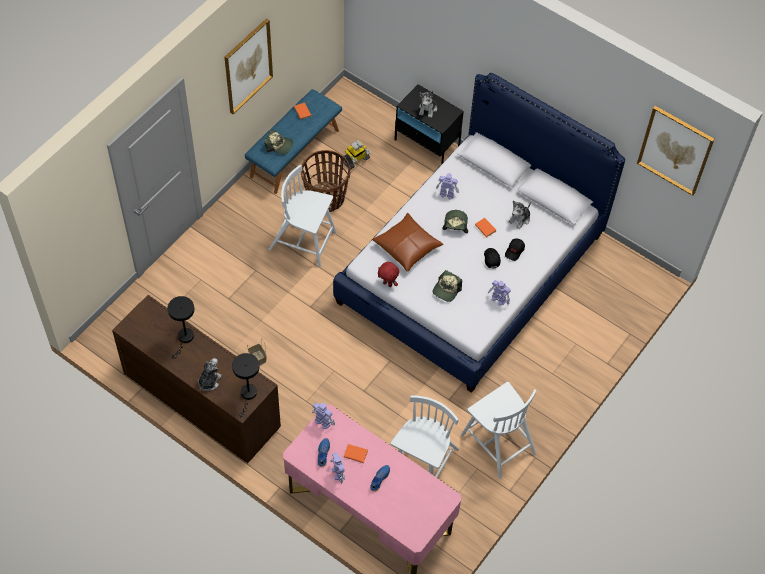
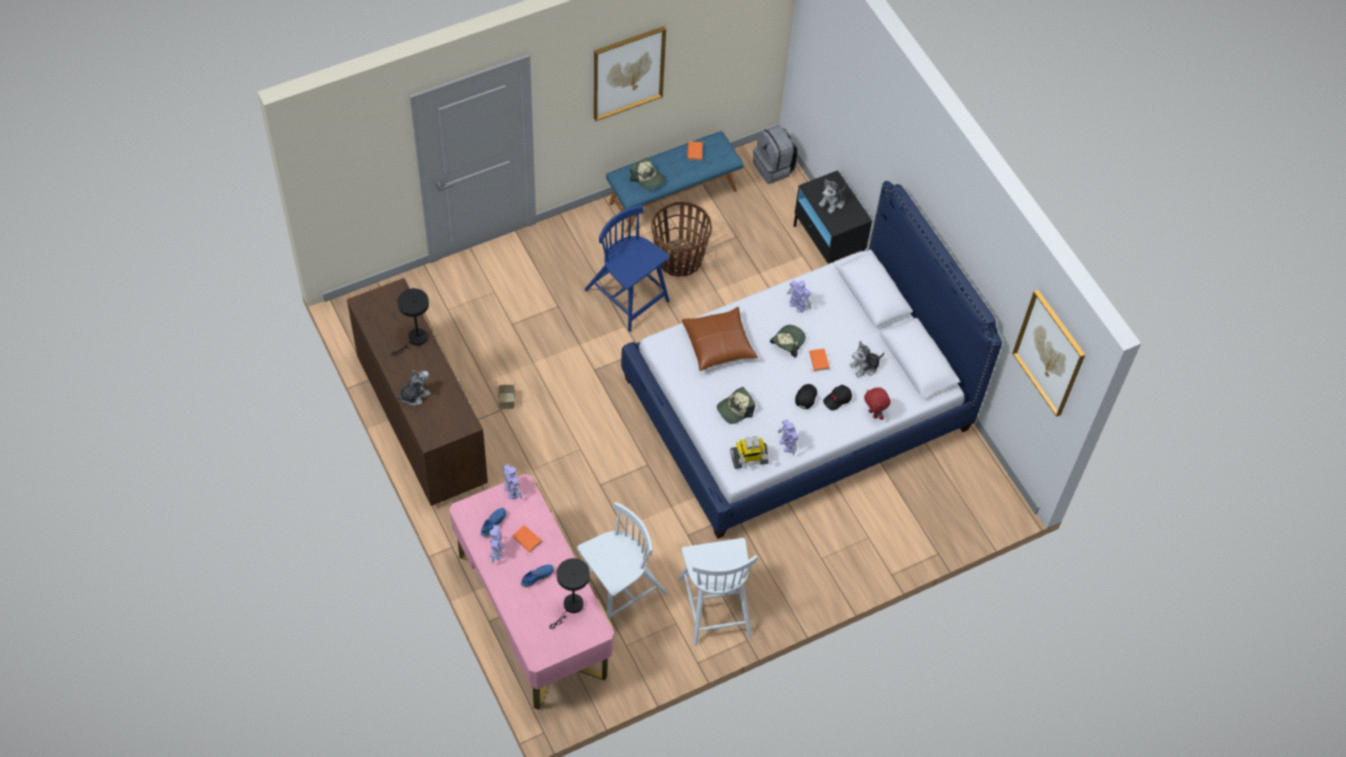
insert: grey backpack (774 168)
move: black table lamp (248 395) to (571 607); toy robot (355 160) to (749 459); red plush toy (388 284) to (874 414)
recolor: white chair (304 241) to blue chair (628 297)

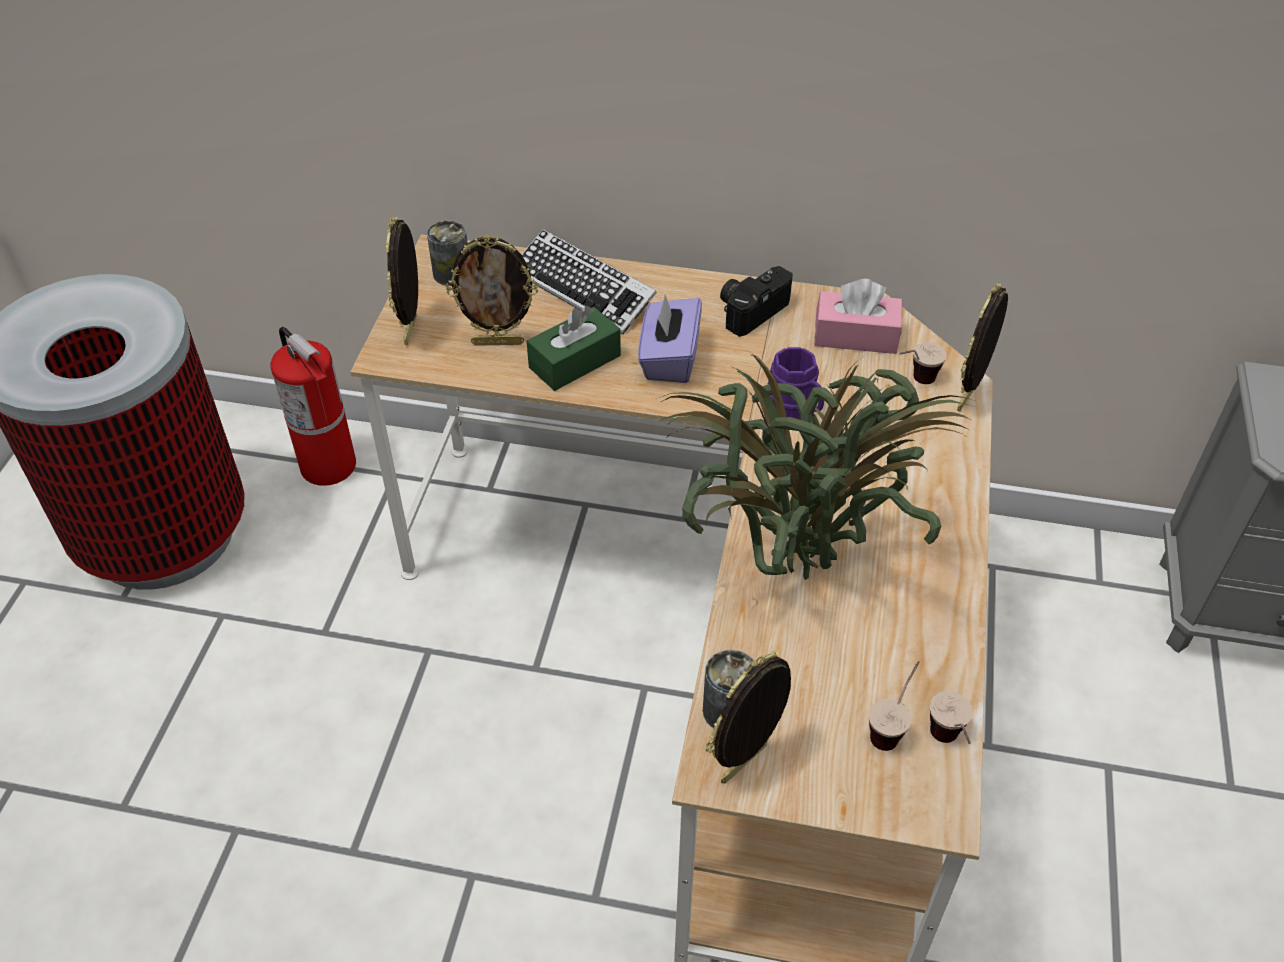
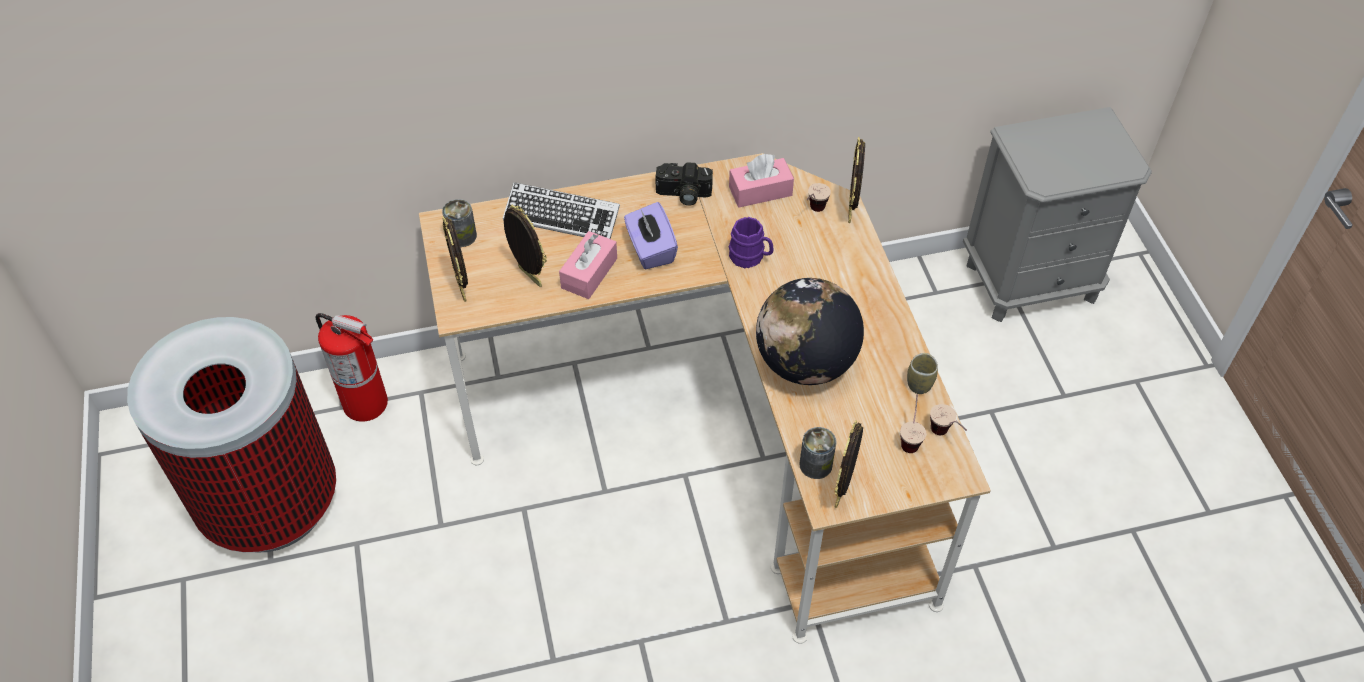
insert: cup (919 384)
replace: potted plant (792 567) to globe (805 363)
recolor: green tissue box (575 361) to pink tissue box (589 273)
rotate: picture frame (498 342) = (528 277) 105 degrees counterclockwise; photo camera (751 309) = (683 194) 105 degrees counterclockwise

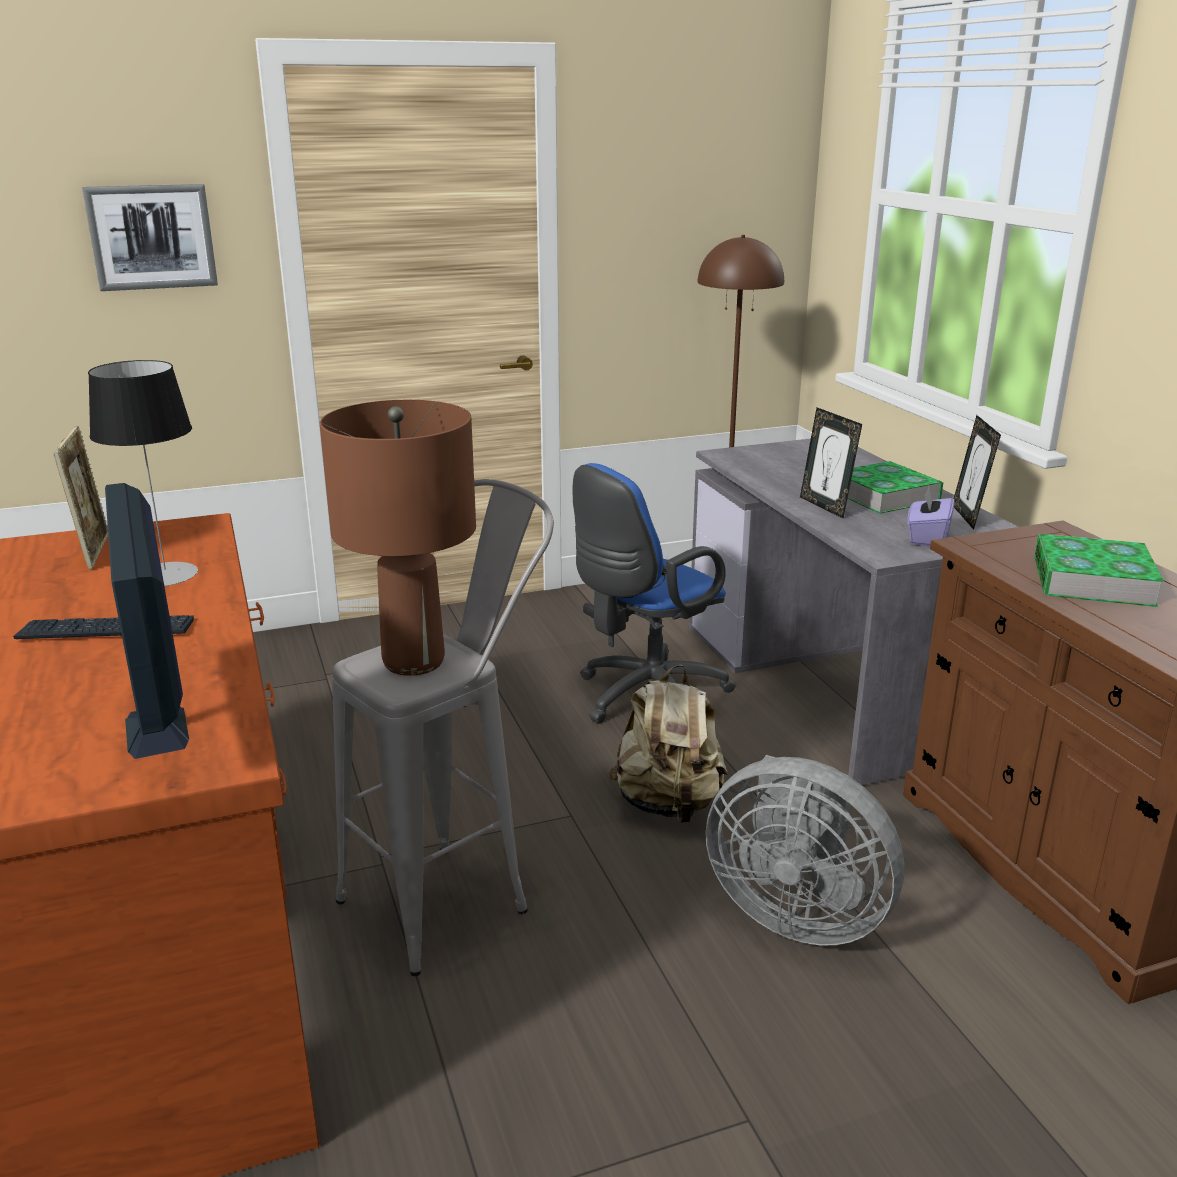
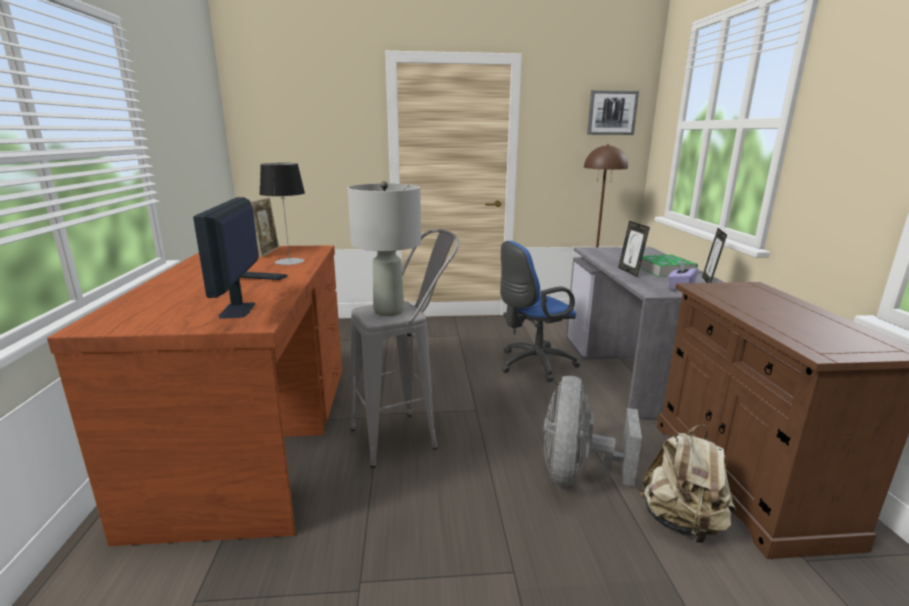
delete: book (1092 581)
move: picture (152 237) to (612 113); beige backpack (668 804) to (681 522)
recolor: brown table lamp (413 661) to grey table lamp (388 311)
rotate: grey fan (796 913) = (576 474) 60 degrees clockwise

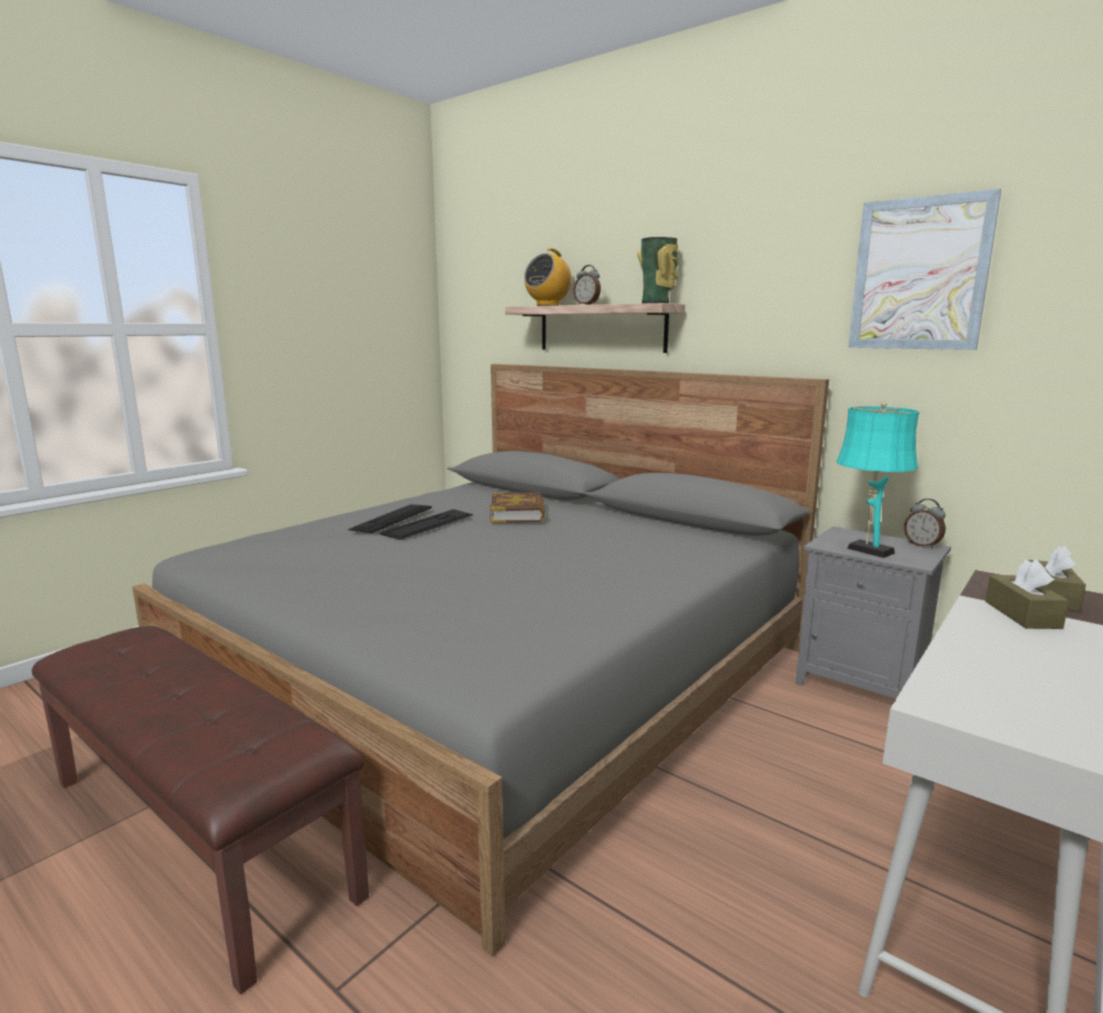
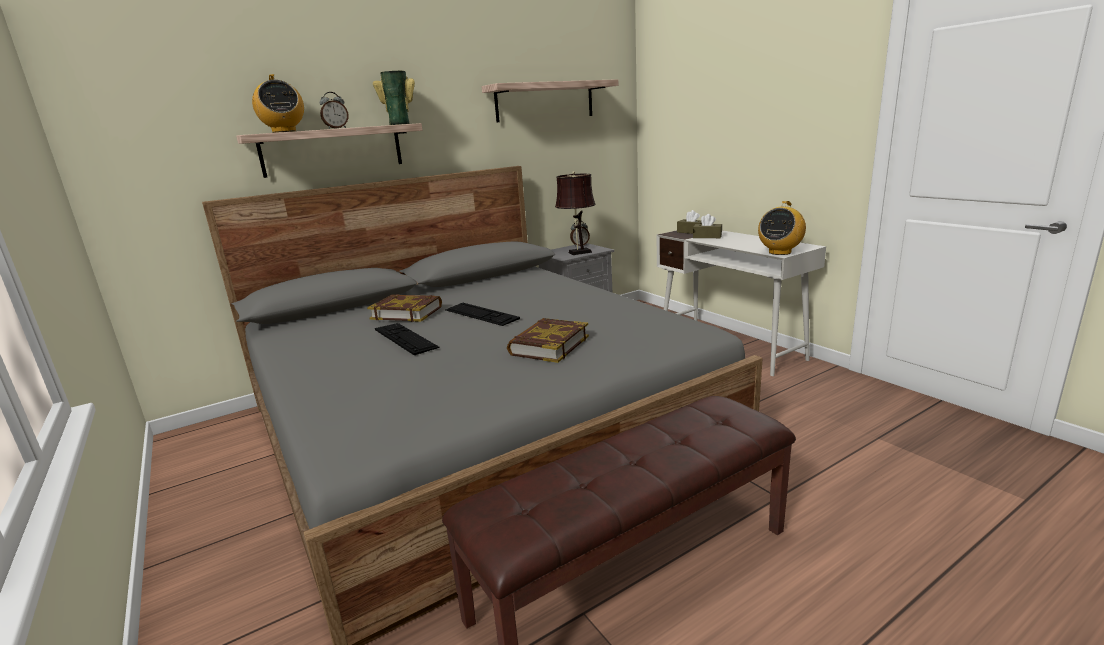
insert: book (548 345); radio (780 252)
move: keyboard (392 518) to (481 314)
replace: picture (919 274) to shelf (545 101)
recolor: turquoise table lamp (866 549) to brown table lamp (577 253)

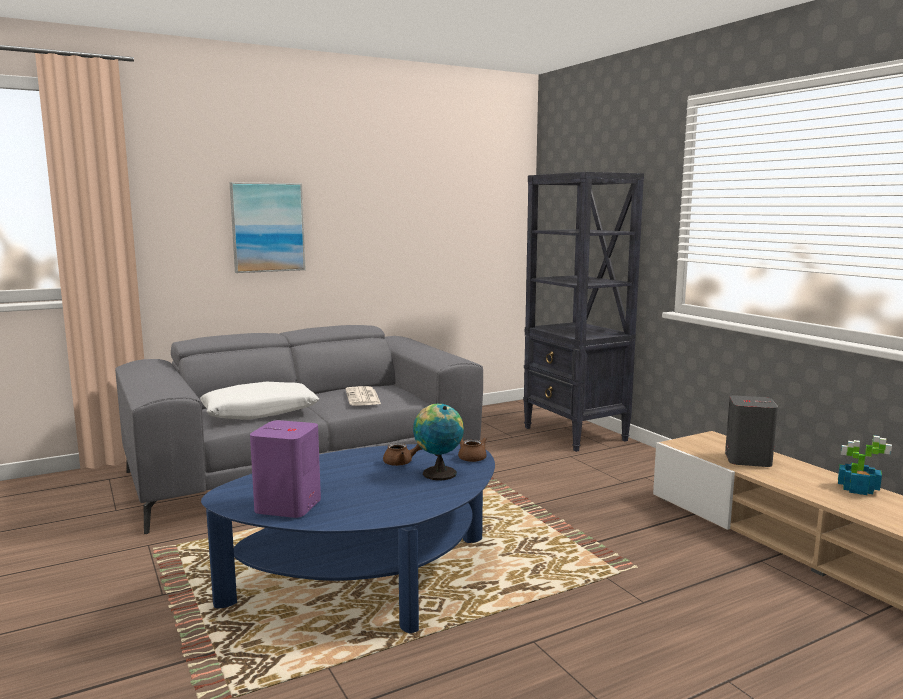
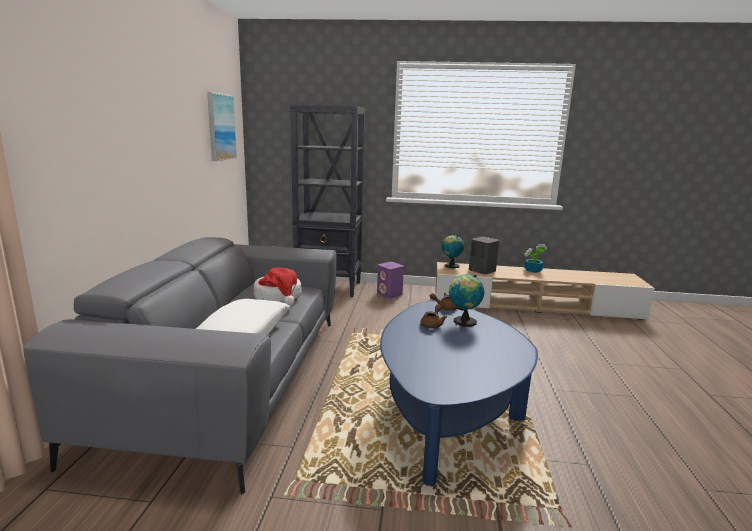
insert: globe (451 265)
move: picture (267 227) to (221 127); purple speaker (287 506) to (389 294)
replace: newspaper (363 397) to hat (279 297)

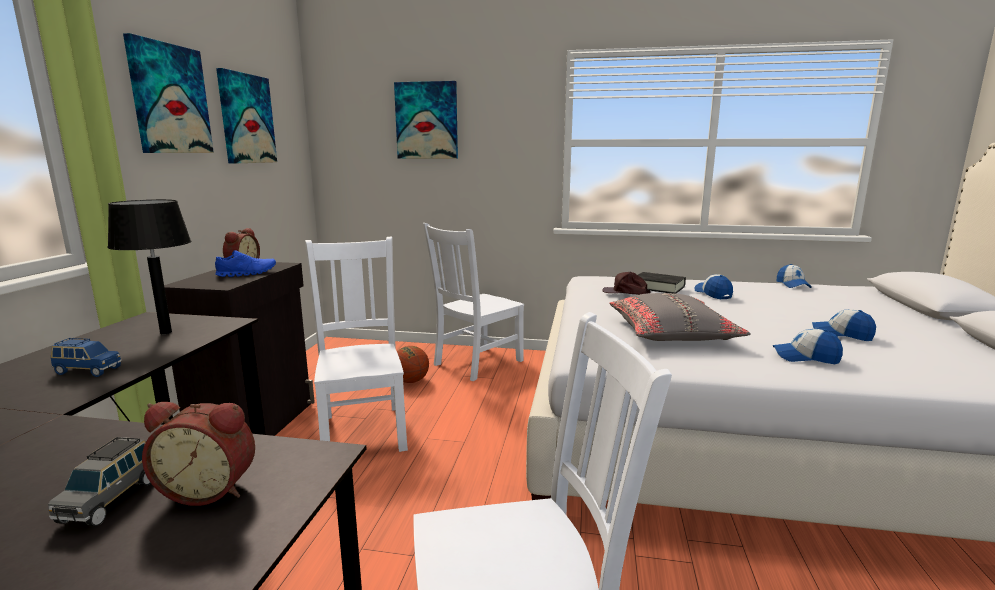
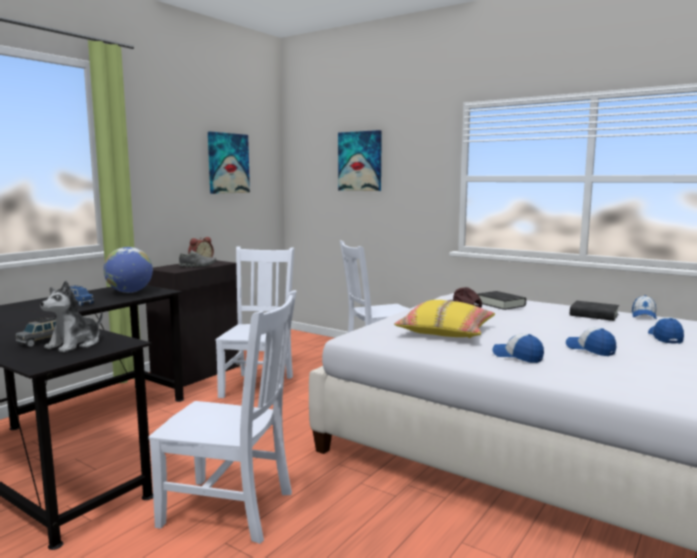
delete: picture (169 99); basketball (411 381)
insert: black book (594 315)
move: cap (713 294) to (665 337)
replace: black table lamp (165 332) to globe (130 292); alarm clock (210 489) to plush toy (75 344)
recolor: blue shoe (247 273) to grey shoe (198 266); grey pillow (672 333) to yellow pillow (446 332)

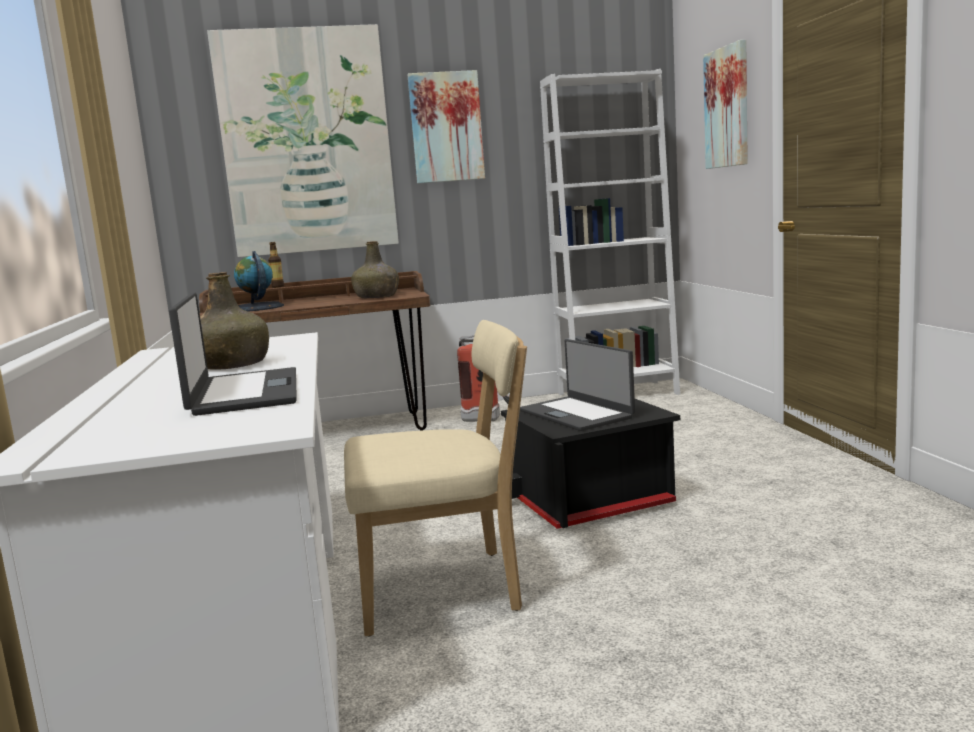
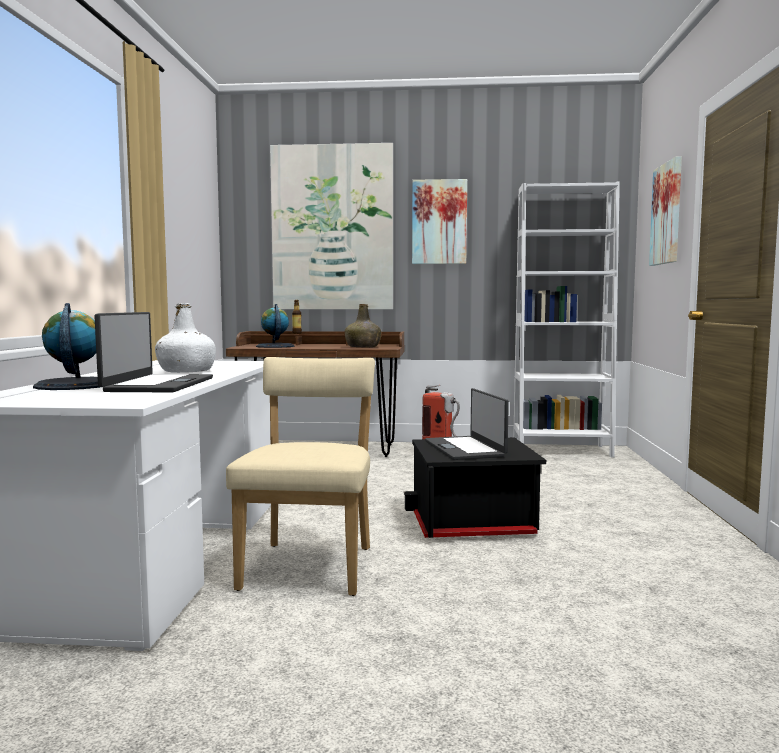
insert: globe (74 385)
recolor: green bottle (232 365) to white bottle (187 371)
rotate: beige chair (446 589) = (310 565) 90 degrees counterclockwise

